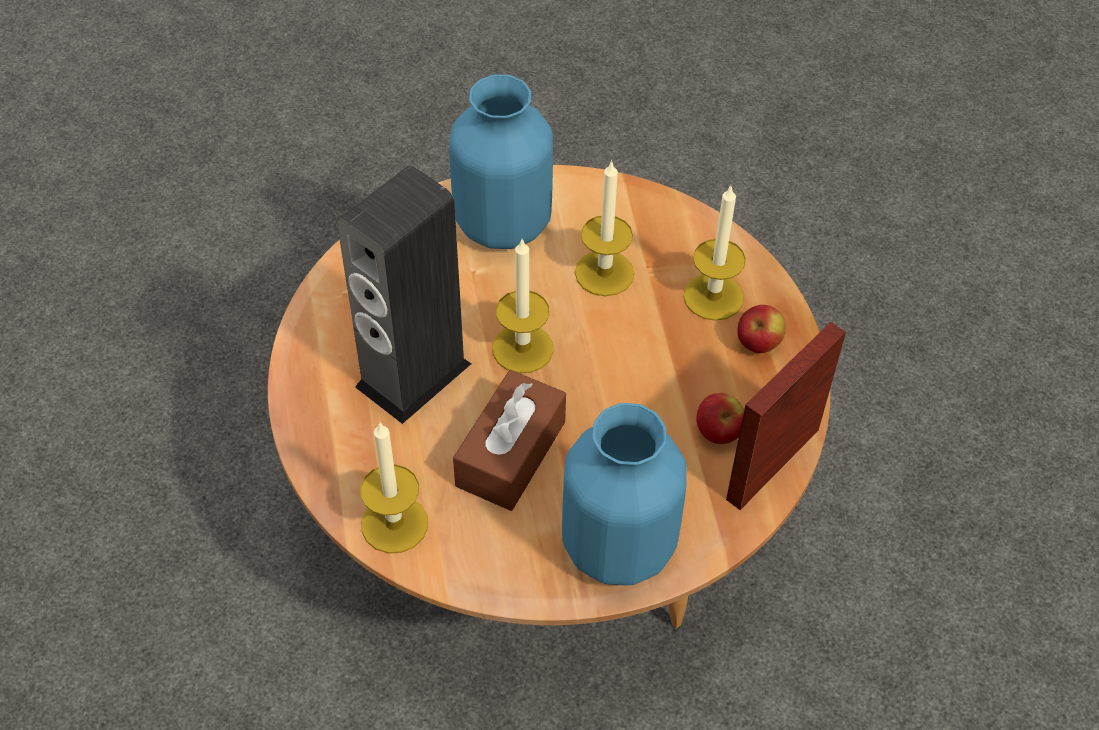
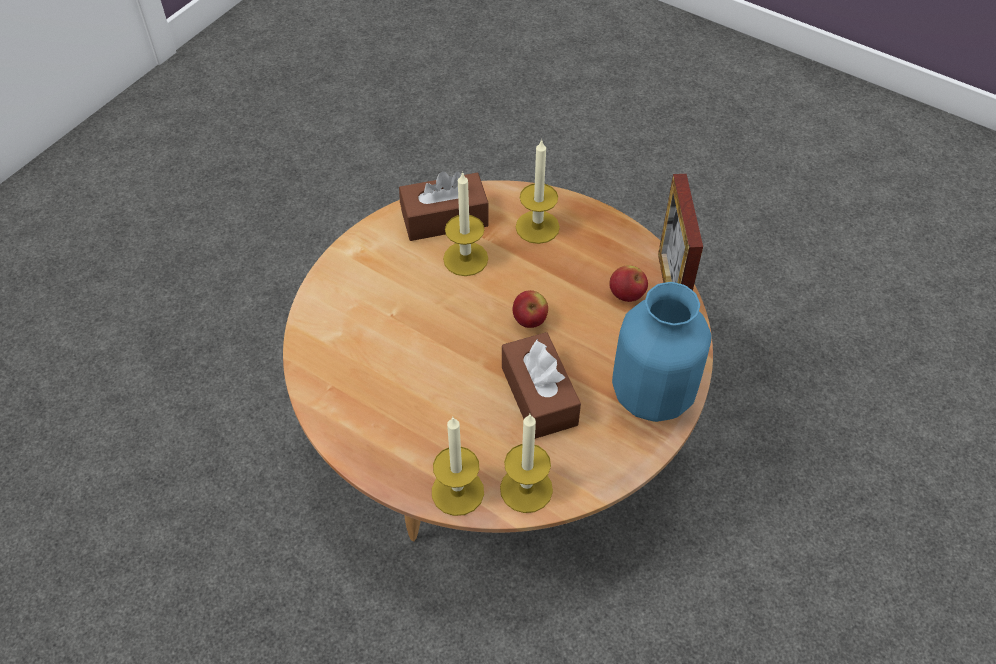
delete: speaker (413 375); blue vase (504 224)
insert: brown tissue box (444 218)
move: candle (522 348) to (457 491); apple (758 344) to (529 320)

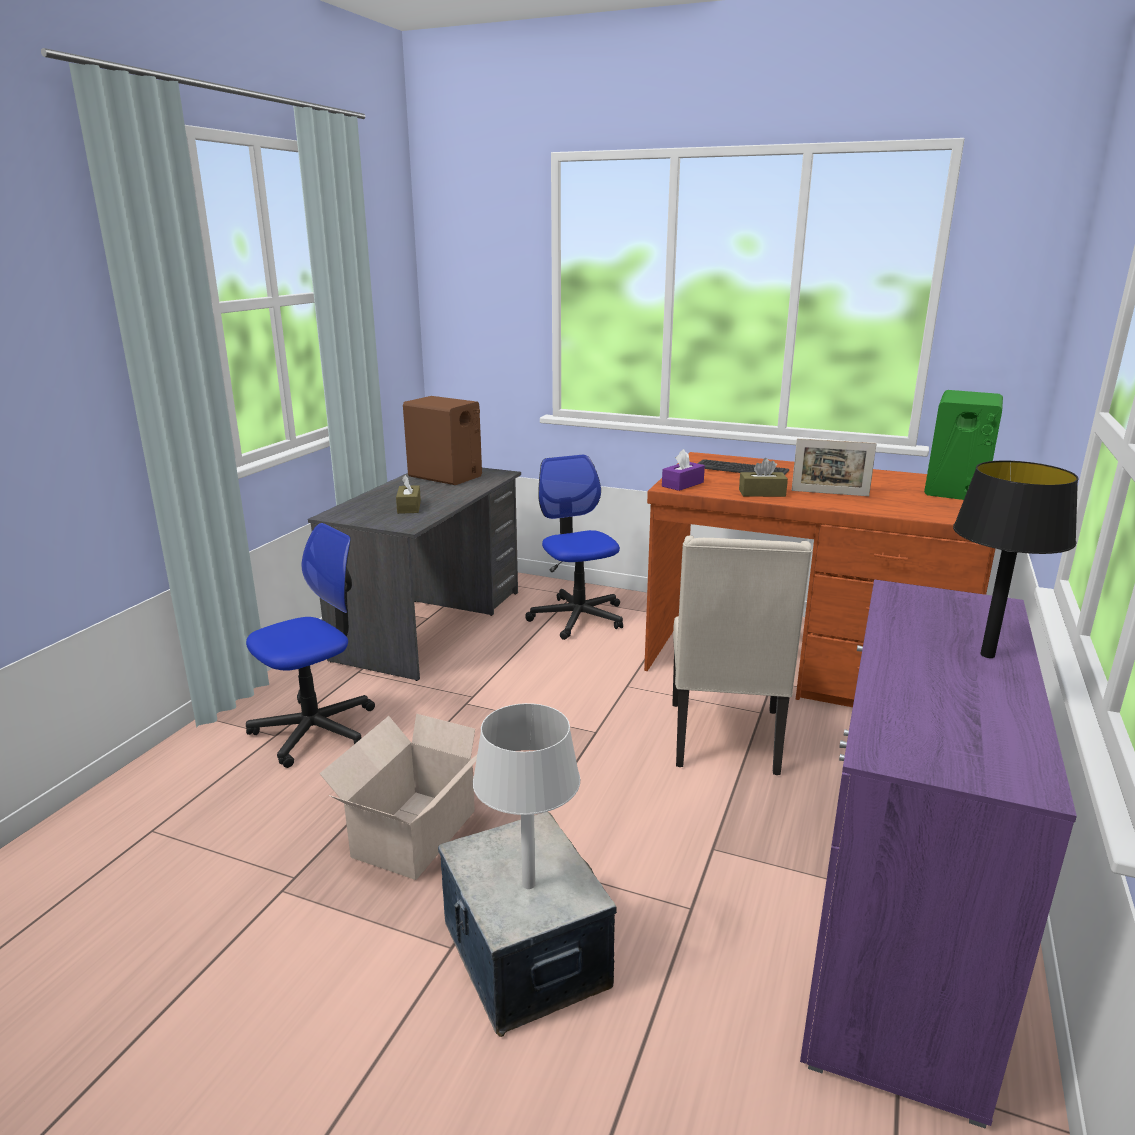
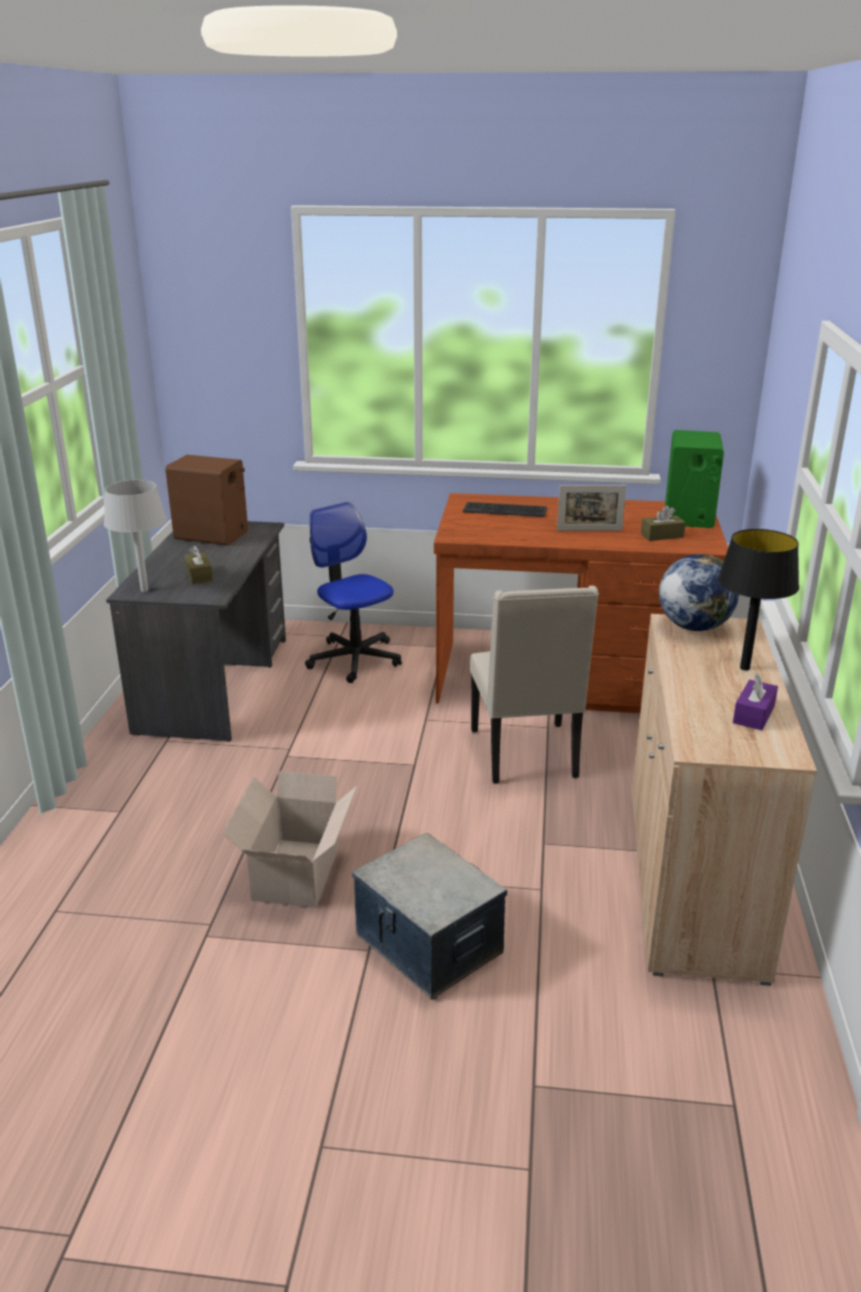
delete: office chair (316 730)
insert: globe (693 627)
move: grey table lamp (529 884) to (144 590); purple tissue box (682 484) to (753 714); brown tissue box (762 493) to (662 536)
recolor: purple cabinet (897 934) to beige cabinet (692 880)

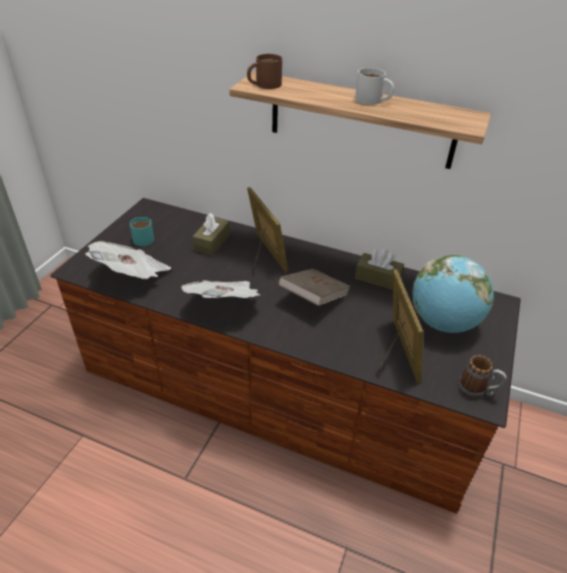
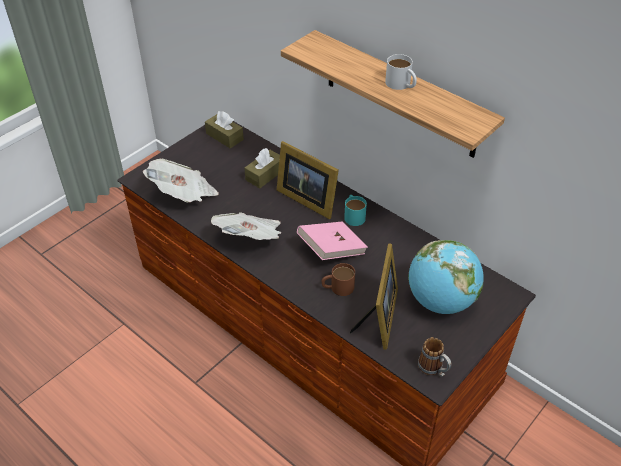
move: turquoise mug (142 237) to (353 215); brown mug (264 85) to (337 287); brown tissue box (378 278) to (224 136)
recolor: brown book (313 298) to pink book (331 250)
rotate: picture frame (264 255) = (307 198) 135 degrees clockwise

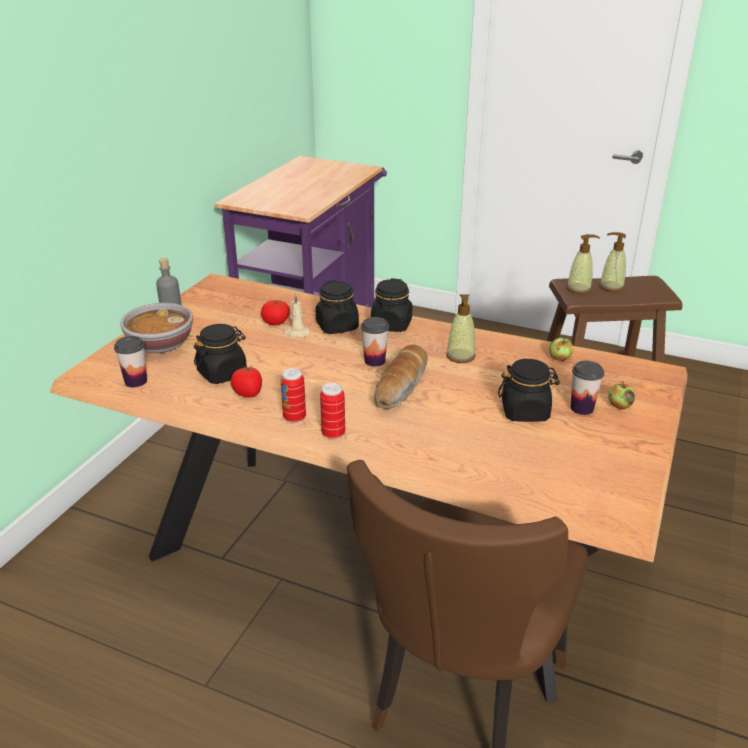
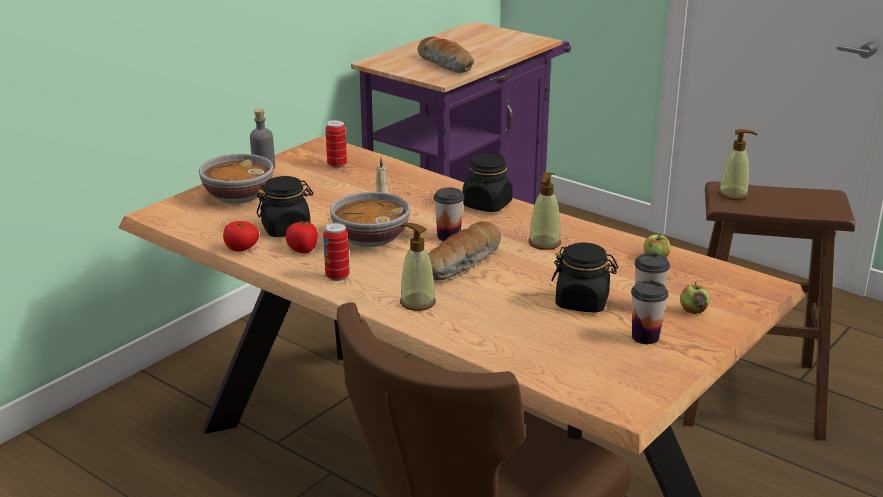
delete: black jar (337 326)
insert: bowl (370 238); bread (446 64)
move: cup (136 381) to (645 337); tomato (276 322) to (241 248); can (333 434) to (337 165); soap dispenser (611 287) to (417 302)

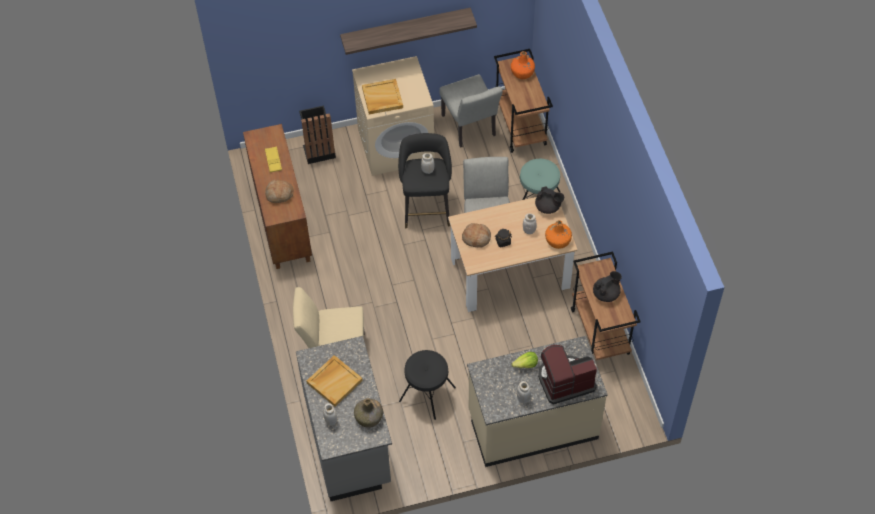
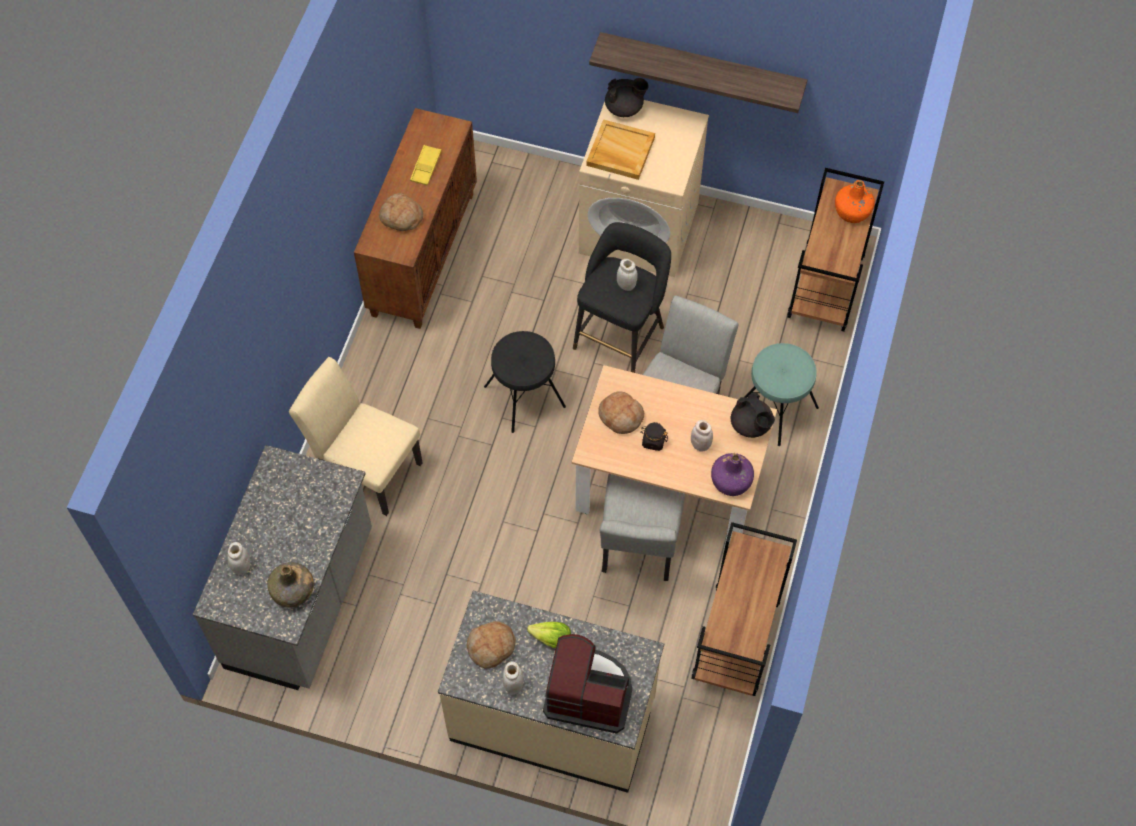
delete: black trash can (318 150); beige tray (334 381)
insert: bread (491 647)
move: black stool (427 394) to (524 396); grey chair (470 128) to (638 548); black teapot (606 294) to (624 108)
recolor: orange bottle (558 240) to purple bottle (731 481)

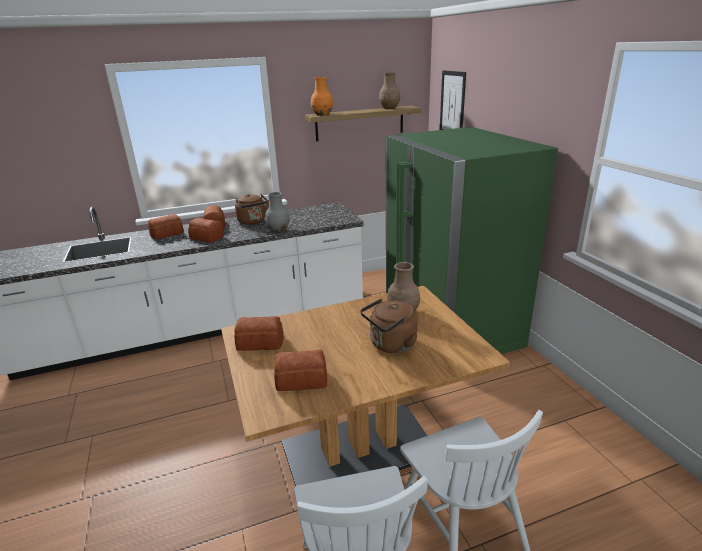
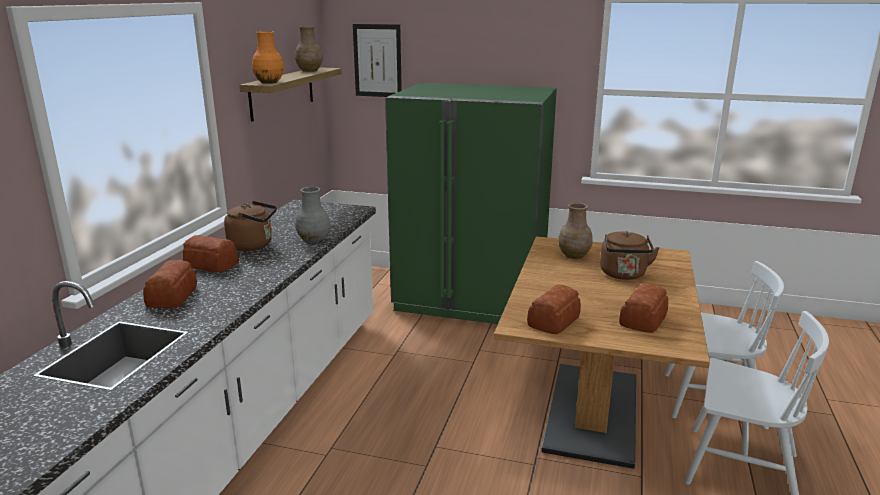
delete: bread (207 237)

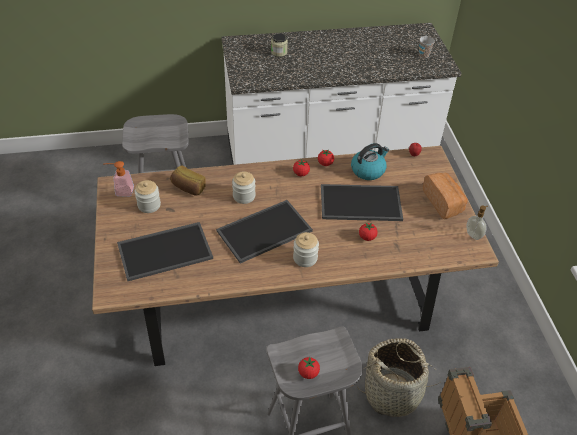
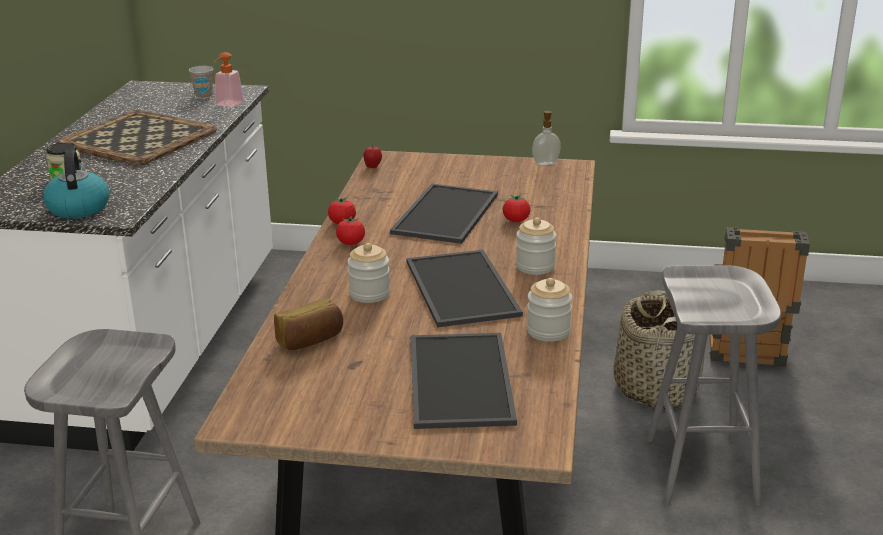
delete: tomato (308 373); bread (443 202)
insert: tray (140 138)
move: soap dispenser (121 191) to (227 105); jar (149 205) to (548 331); kettle (368 170) to (78 208)

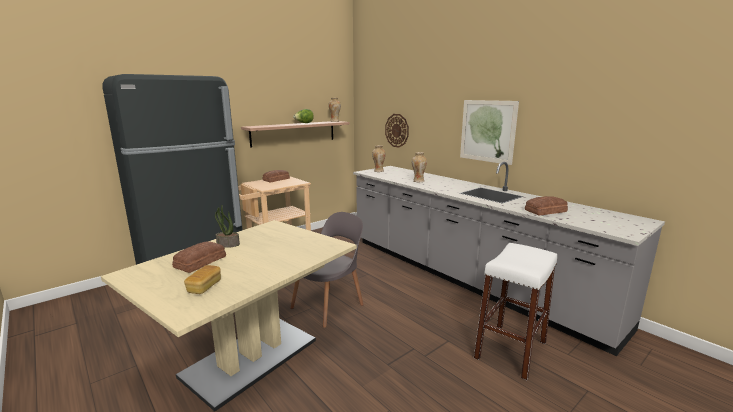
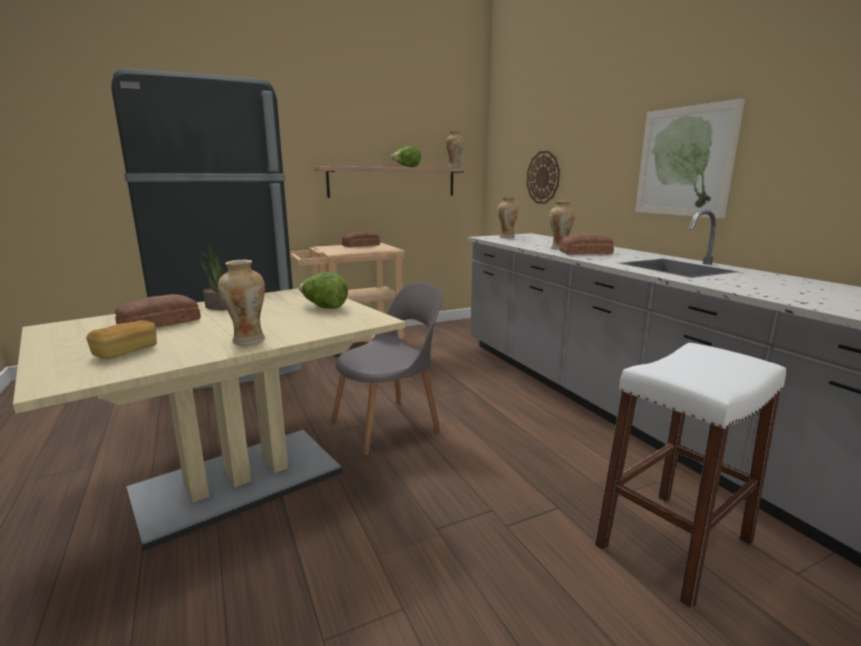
insert: vase (247 340); lettuce (324 307)
move: bread (546 211) to (586 253)

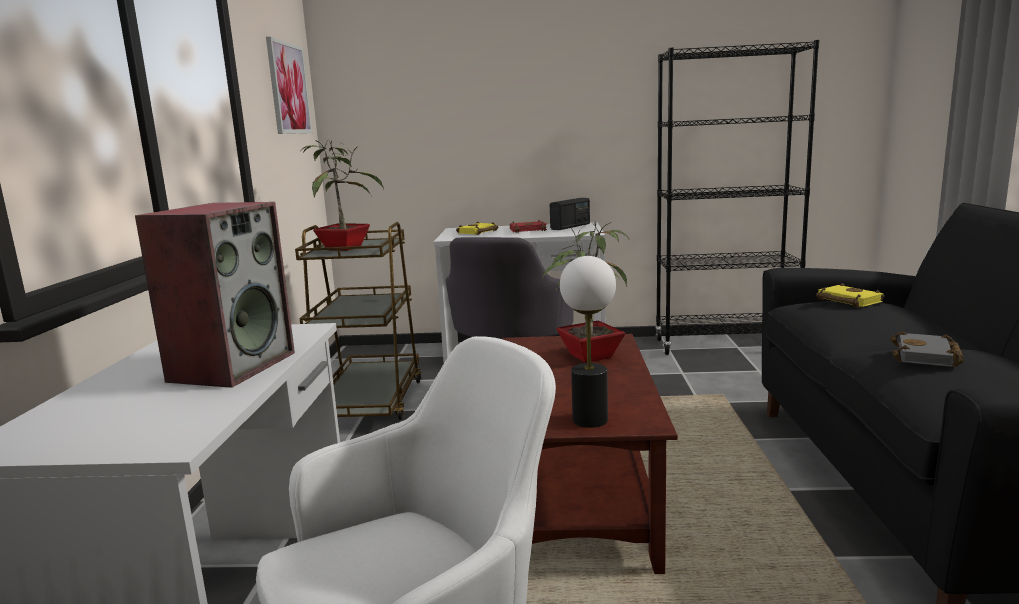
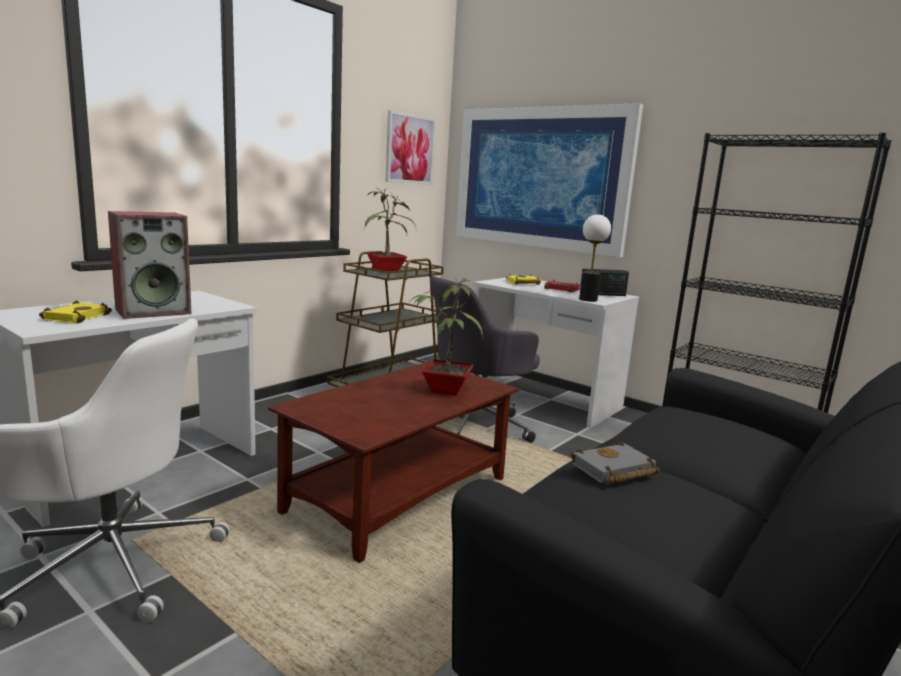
insert: picture (540 178)
move: table lamp (590 420) to (588 300); yellow book (846 301) to (76 317)

